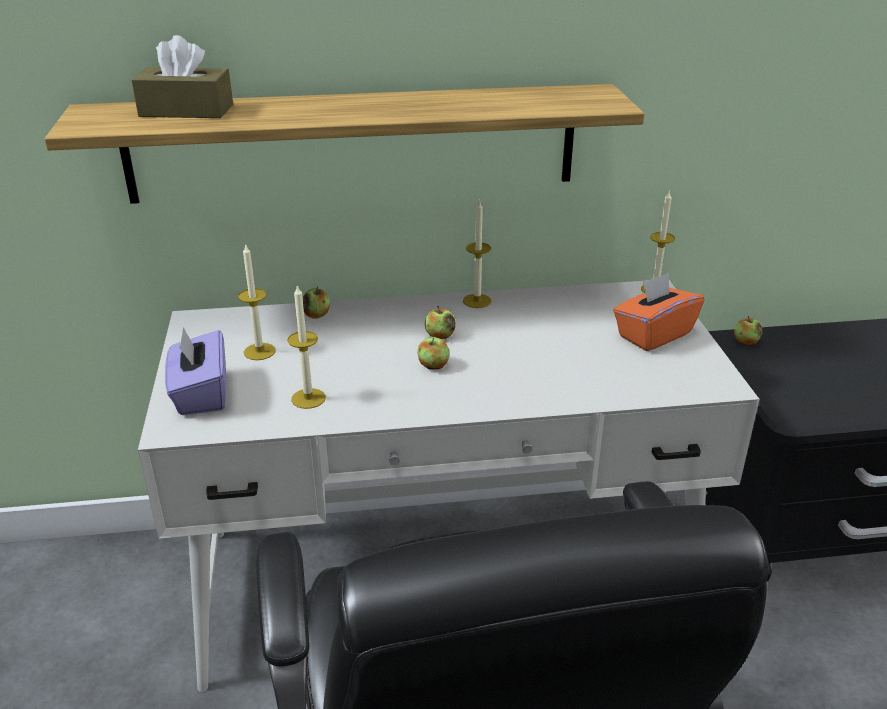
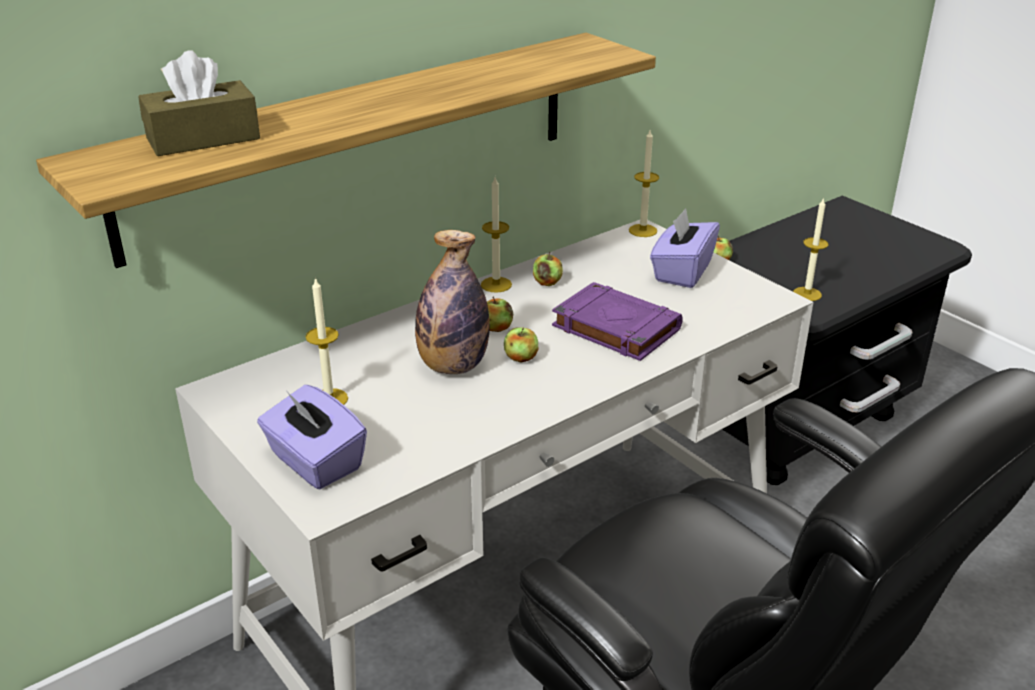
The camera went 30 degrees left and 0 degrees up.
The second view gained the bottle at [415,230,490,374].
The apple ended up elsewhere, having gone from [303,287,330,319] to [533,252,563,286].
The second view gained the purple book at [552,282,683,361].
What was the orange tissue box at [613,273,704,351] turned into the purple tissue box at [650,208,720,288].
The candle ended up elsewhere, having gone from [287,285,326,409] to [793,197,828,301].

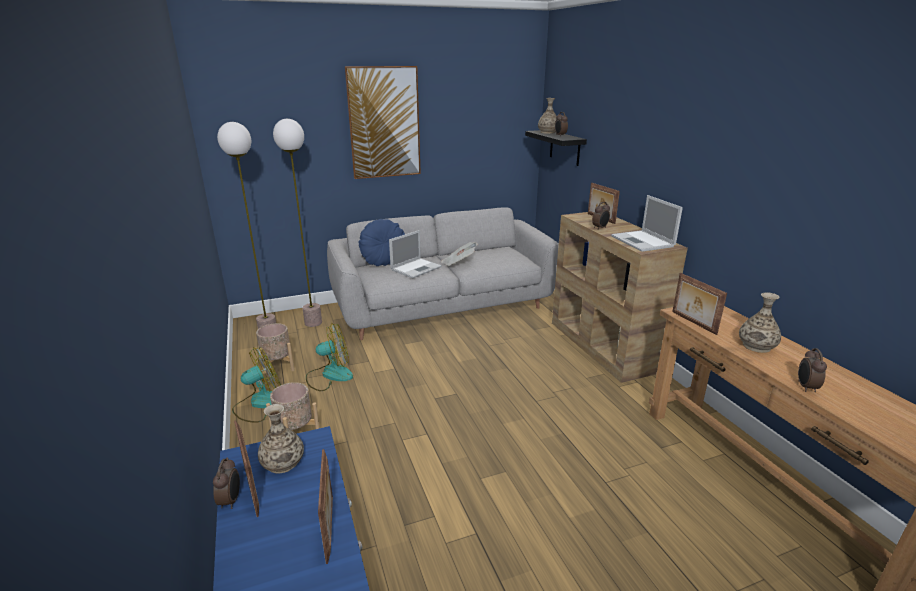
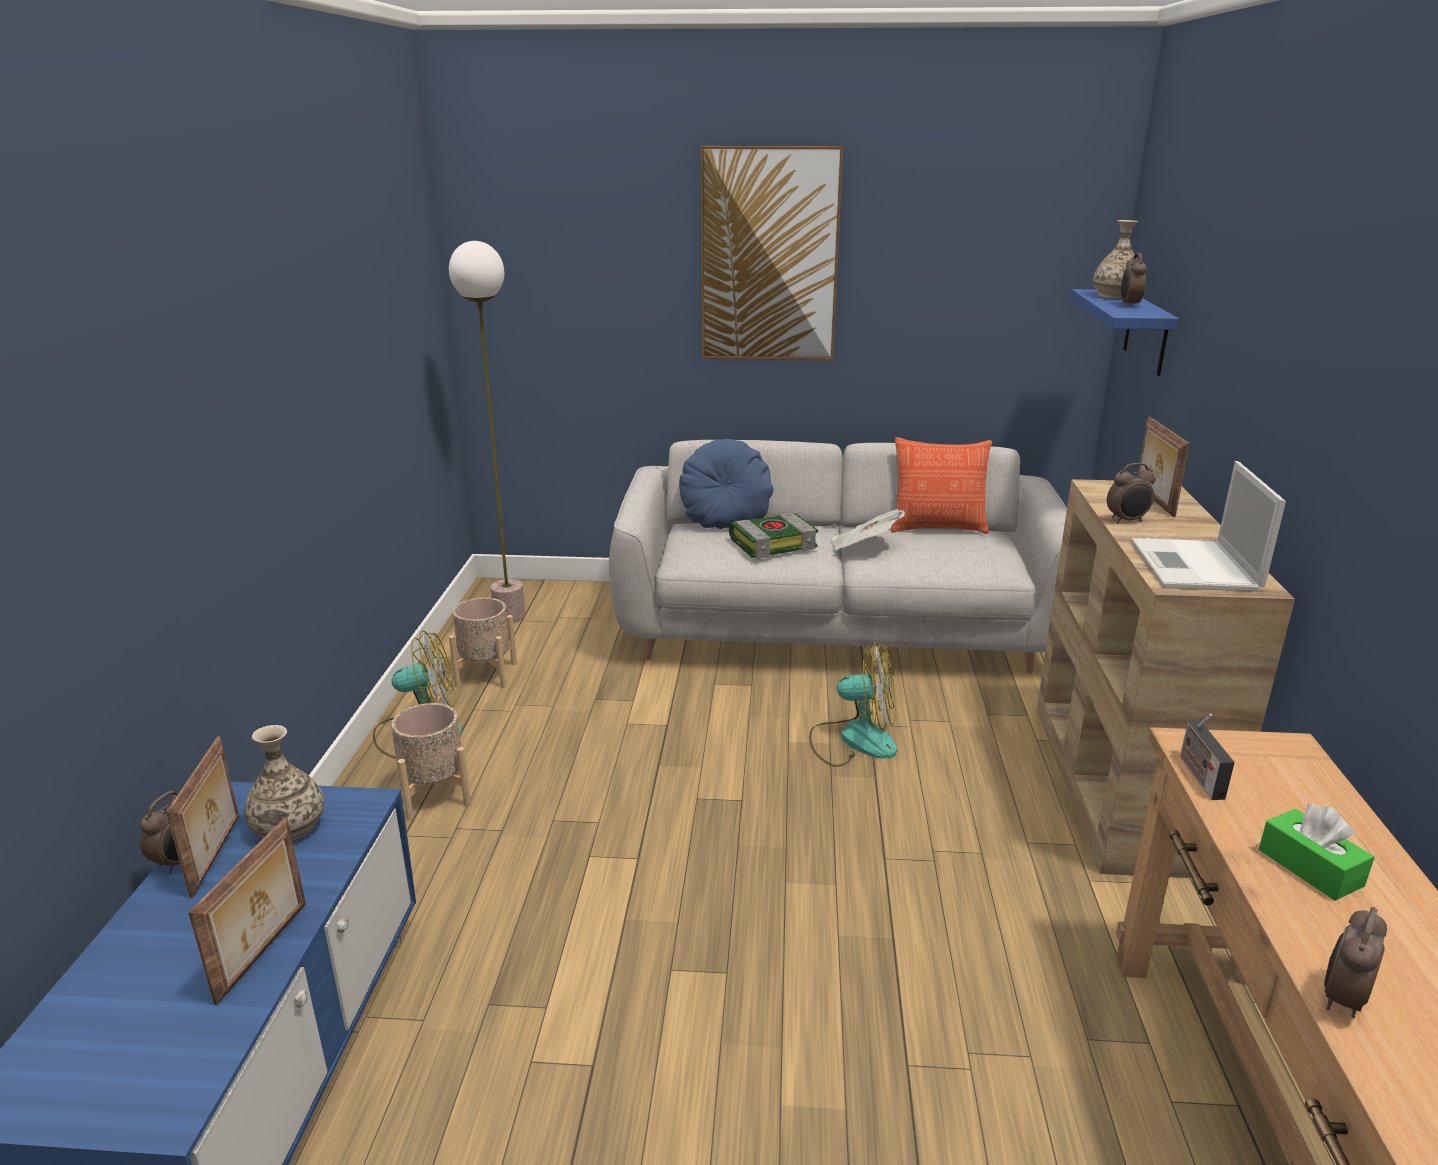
The camera went 25 degrees right and 0 degrees up.
Where the laptop stood at [389,230,442,278], the book came to stand at [729,513,818,559].
The fan ended up elsewhere, having gone from [306,323,353,391] to [809,642,897,767].
The second view gained the orange pillow at [891,437,992,534].
What was the black shelf at [525,130,587,166] turned into the blue shelf at [1070,289,1179,376].
Where the picture frame stood at [672,273,727,335], the radio came to stand at [1180,714,1235,800].
Where the vase stood at [739,292,781,353], the green tissue box came to stand at [1259,804,1375,901].
The second view lost the floor lamp at [273,119,322,327].

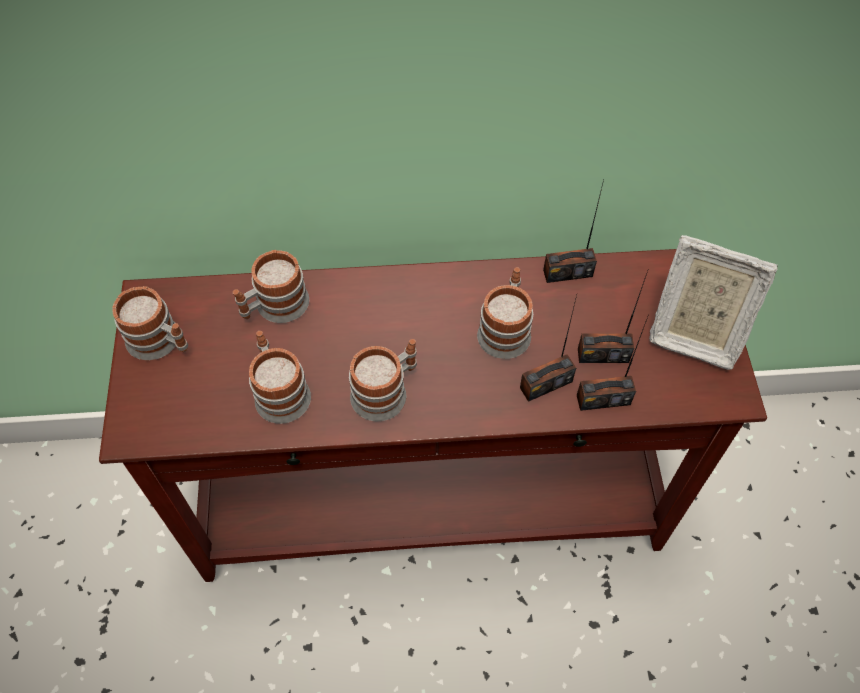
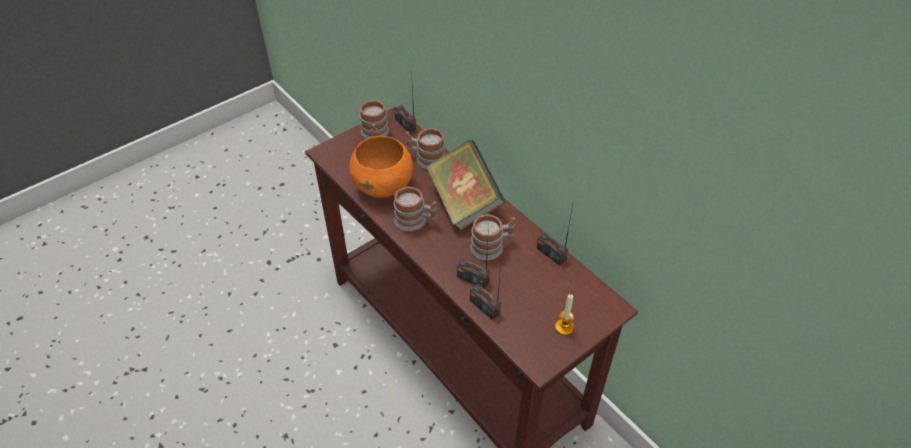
The camera went 55 degrees right and 10 degrees down.
Where the mug stood at [249,331,311,424], the orange bowl came to stand at [349,136,413,198].
The radio ended up elsewhere, having gone from [578,268,649,363] to [394,71,416,133].
The second view gained the book at [426,140,506,231].
Where the picture frame stood at [649,235,778,370], the candle came to stand at [555,294,574,335].

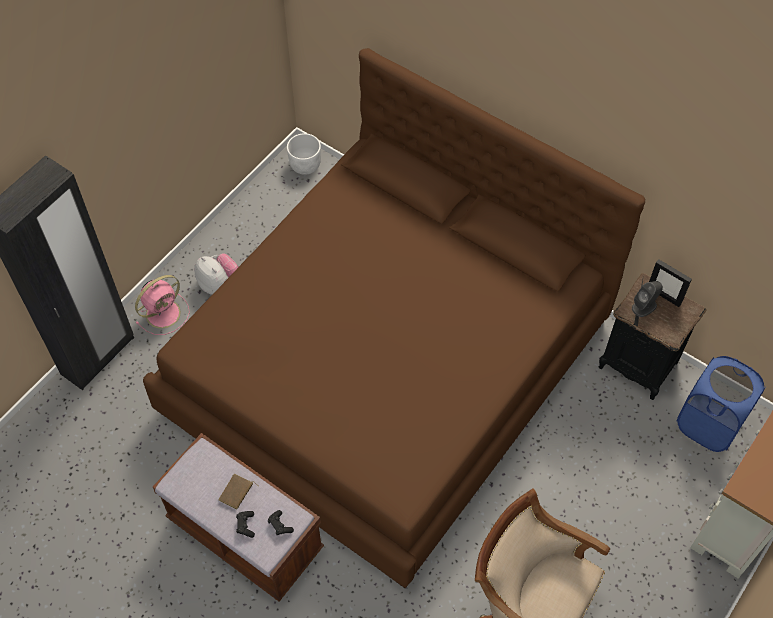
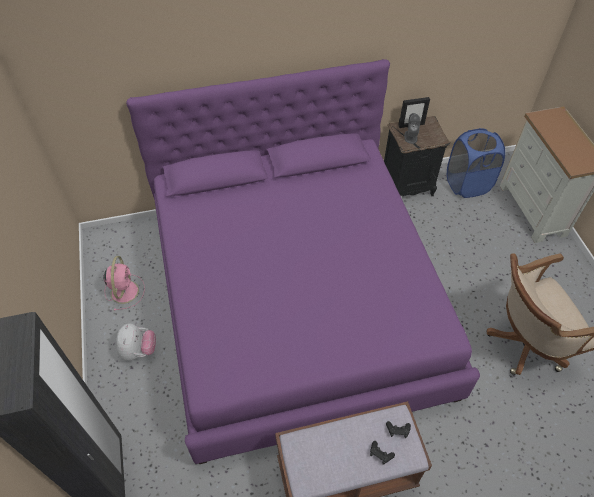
The camera went 50 degrees left and 5 degrees down.
The pink fan ended up elsewhere, having gone from [135,275,190,335] to [103,256,145,311].
The plush toy at [194,253,238,295] ended up facing another way, 90 degrees clockwise from before.
What was the brown bed at [143,48,645,588] turned into the purple bed at [126,59,480,464].
The second view lost the brown book at [219,474,258,510].
The second view lost the white planter at [287,133,321,175].

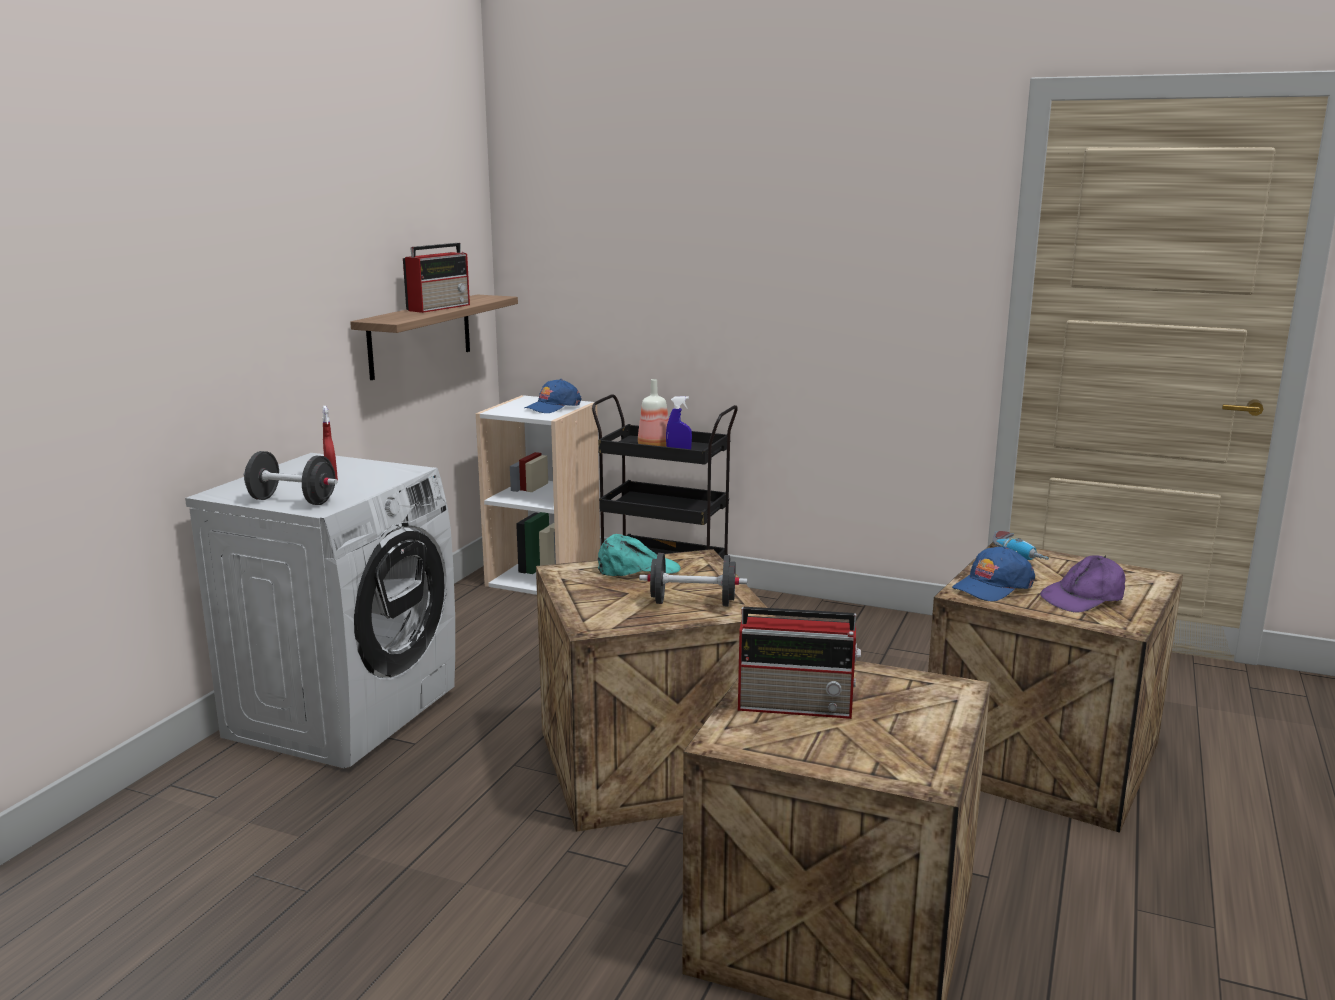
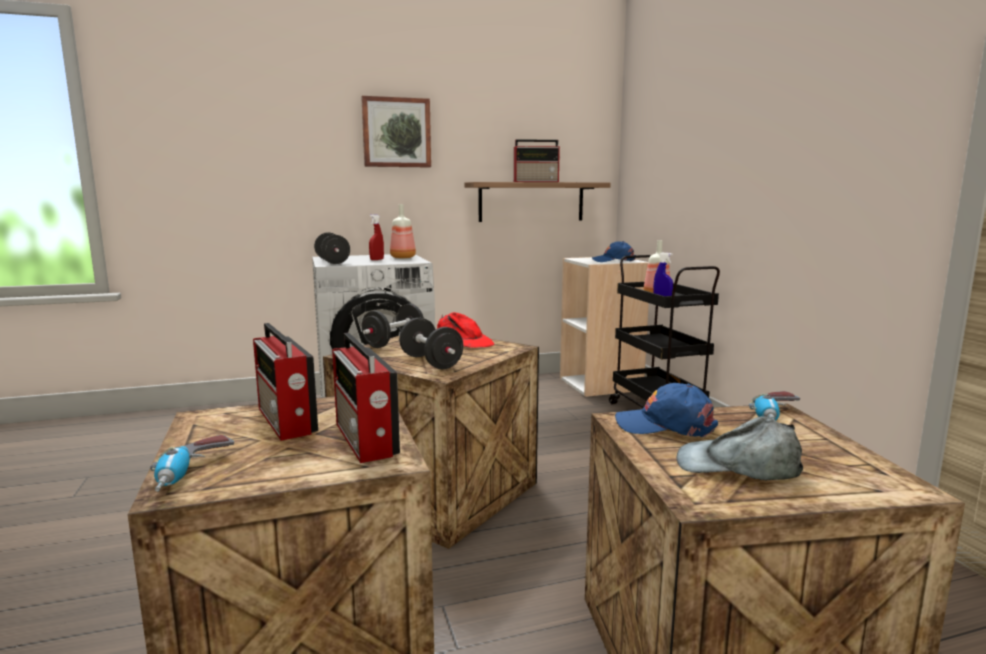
The camera went 50 degrees right and 5 degrees down.
The second view gained the power drill at [150,435,234,492].
The second view gained the radio at [332,333,400,463].
The second view gained the picture at [361,96,431,167].
The second view gained the black dumbbell at [362,304,424,348].
The second view gained the bottle at [390,204,416,258].
What was the turquoise cap at [598,534,681,576] turned into the red cap at [437,312,495,348].
What was the purple cap at [1040,556,1125,613] turned into the grey cap at [676,416,803,481].

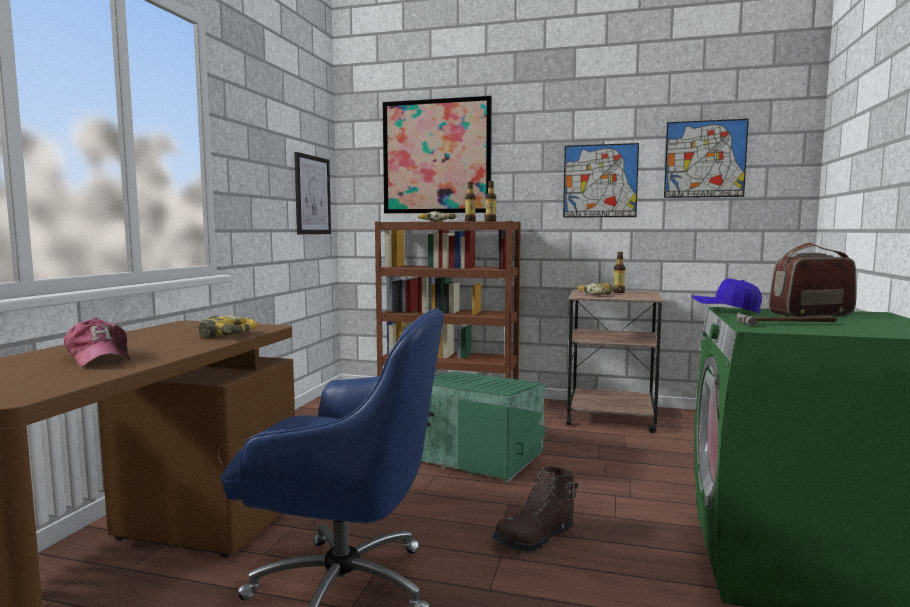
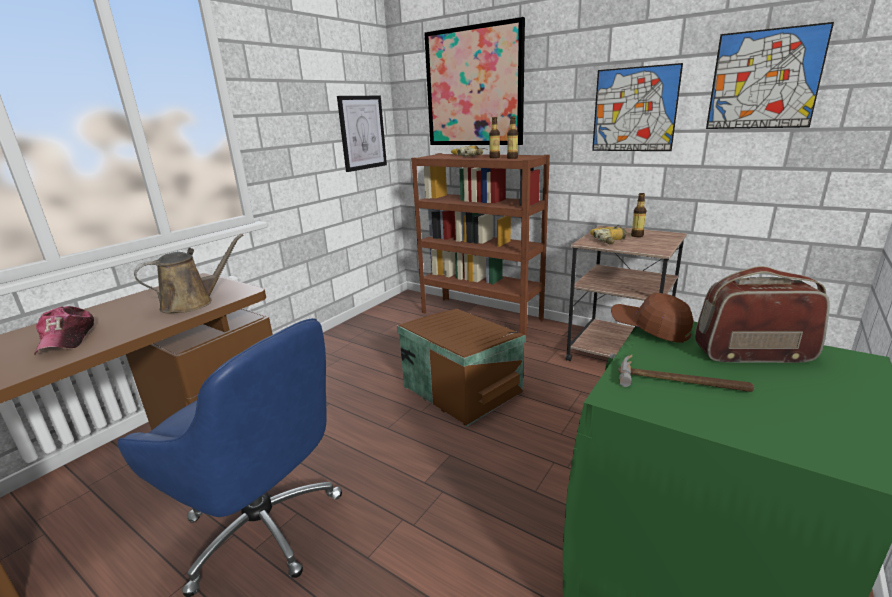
The camera went 20 degrees right and 15 degrees up.
Where the power drill stood at [187,315,258,338], the brown watering can came to stand at [134,234,243,314].
What was the green storage box at [421,371,546,482] turned into the brown storage box at [397,309,526,427].
What was the blue cap at [692,278,762,313] turned into the brown cap at [611,293,693,343].
The second view lost the brown boot at [492,467,578,553].

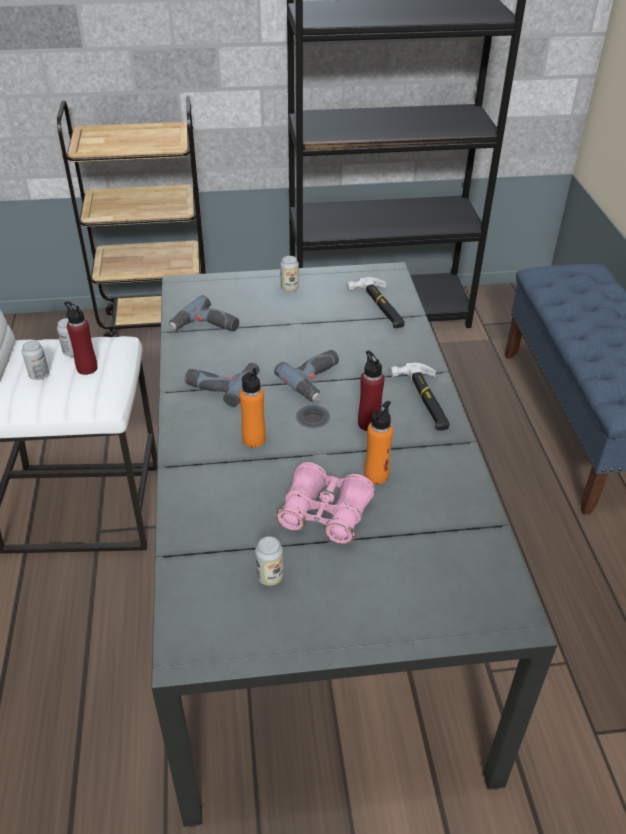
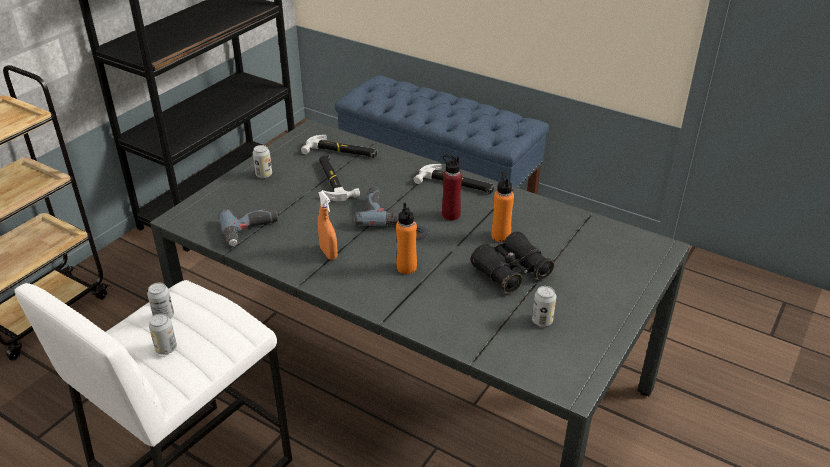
The camera went 50 degrees left and 5 degrees down.
Where the power drill stood at [185,363,260,407], the orange spray bottle came to stand at [318,191,338,260].
The second view gained the hammer at [319,156,360,201].
What was the pink binoculars at [276,462,374,544] turned into the black binoculars at [471,231,555,293].
The second view lost the red bottle at [64,301,98,375].

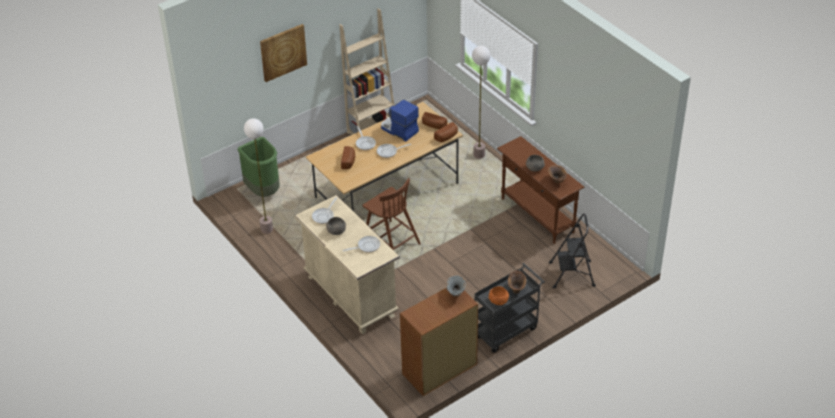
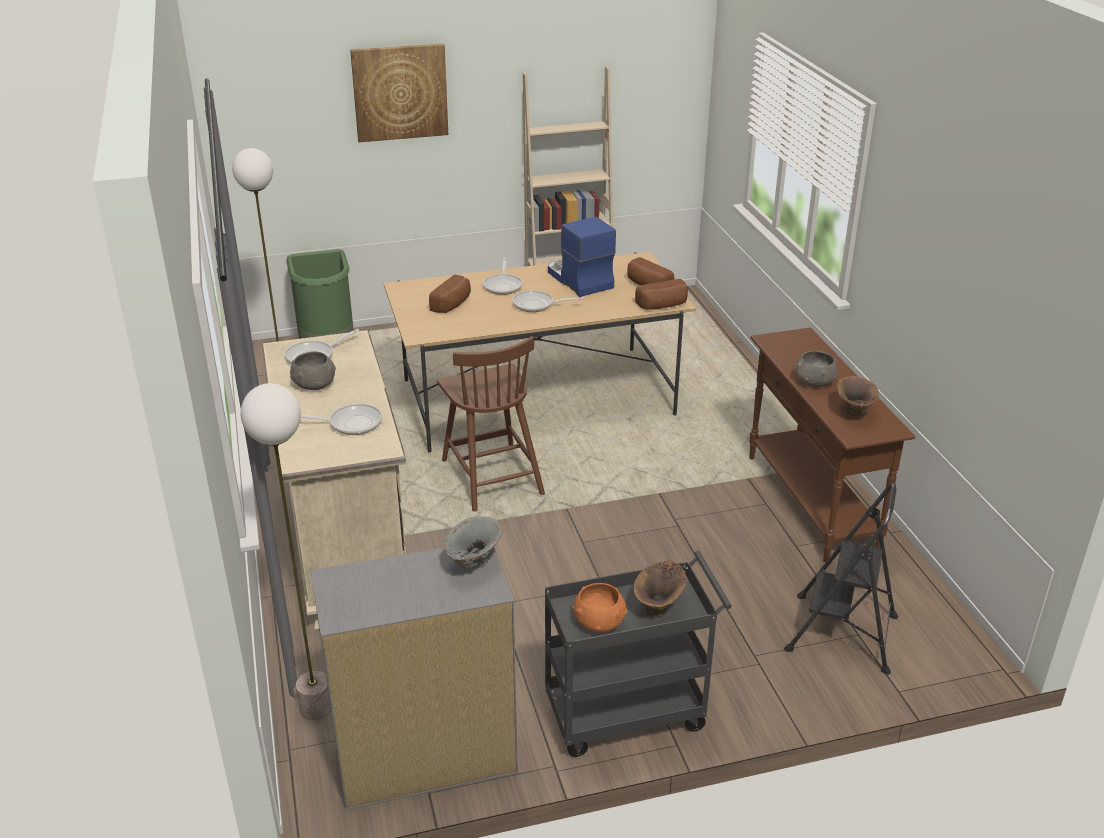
The camera went 20 degrees right and 10 degrees down.
The floor lamp ended up elsewhere, having gone from [472,46,490,159] to [241,383,331,720].
What was the brown cabinet at [400,288,478,396] turned into the grey cabinet at [311,547,518,810].

